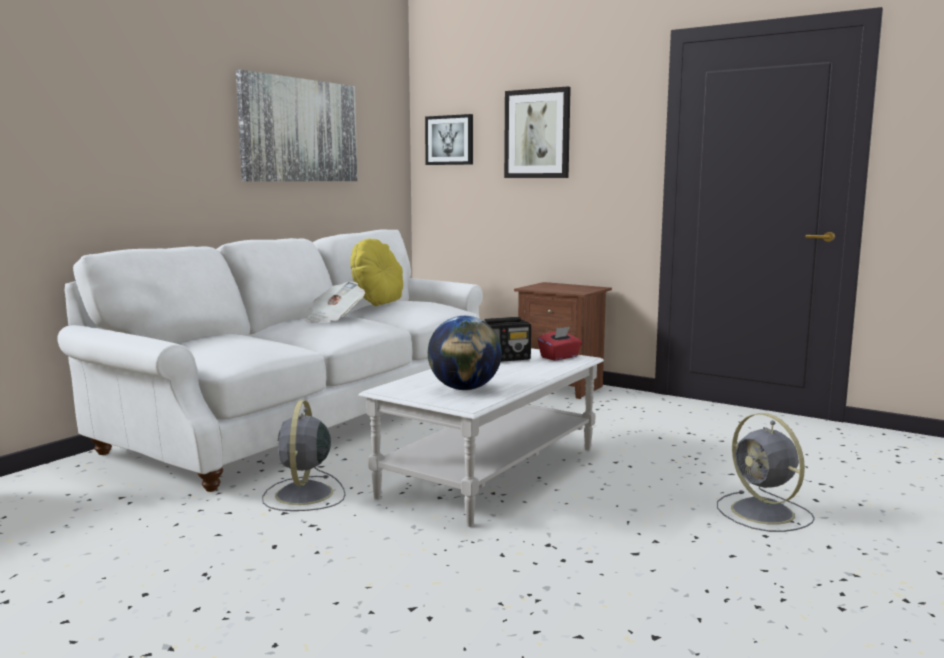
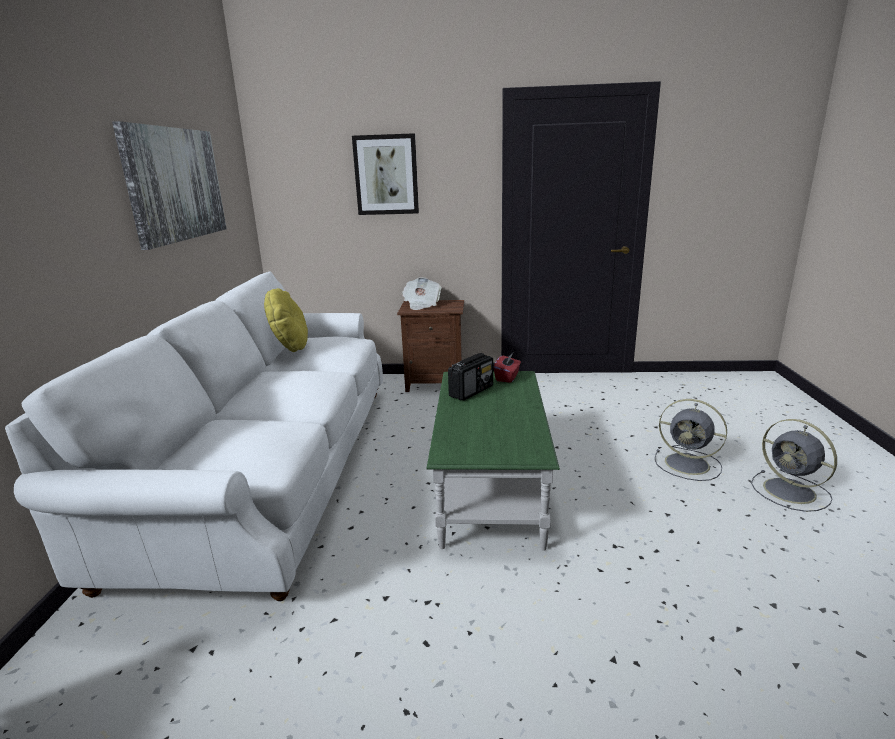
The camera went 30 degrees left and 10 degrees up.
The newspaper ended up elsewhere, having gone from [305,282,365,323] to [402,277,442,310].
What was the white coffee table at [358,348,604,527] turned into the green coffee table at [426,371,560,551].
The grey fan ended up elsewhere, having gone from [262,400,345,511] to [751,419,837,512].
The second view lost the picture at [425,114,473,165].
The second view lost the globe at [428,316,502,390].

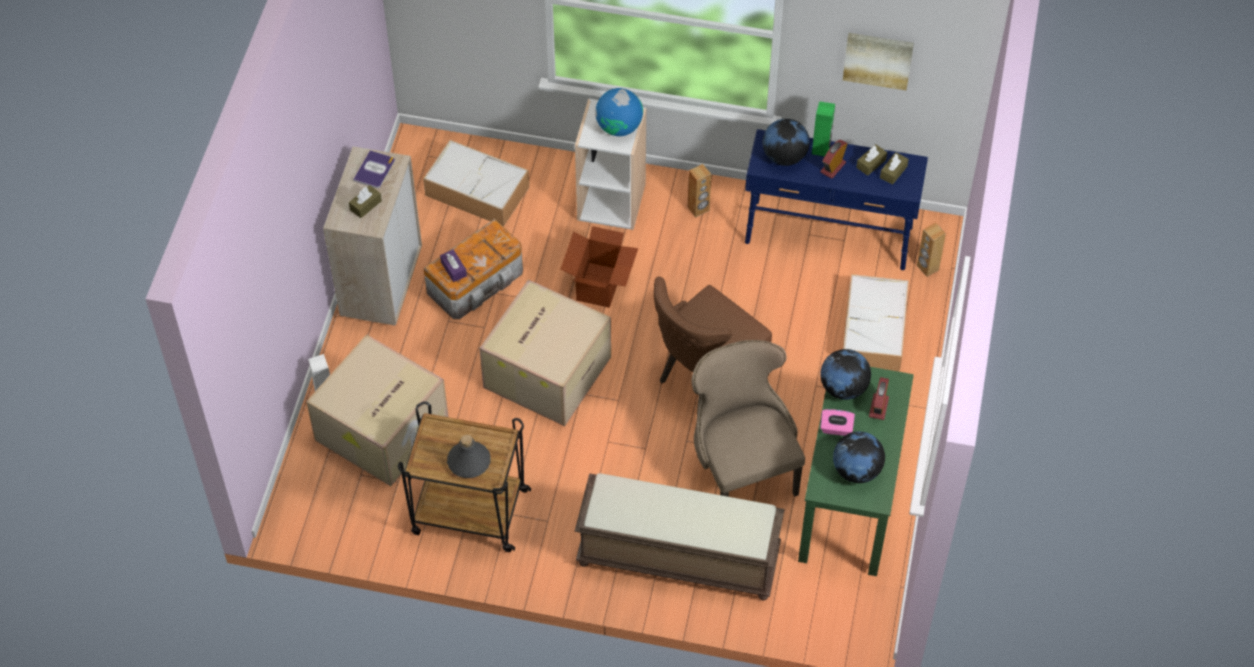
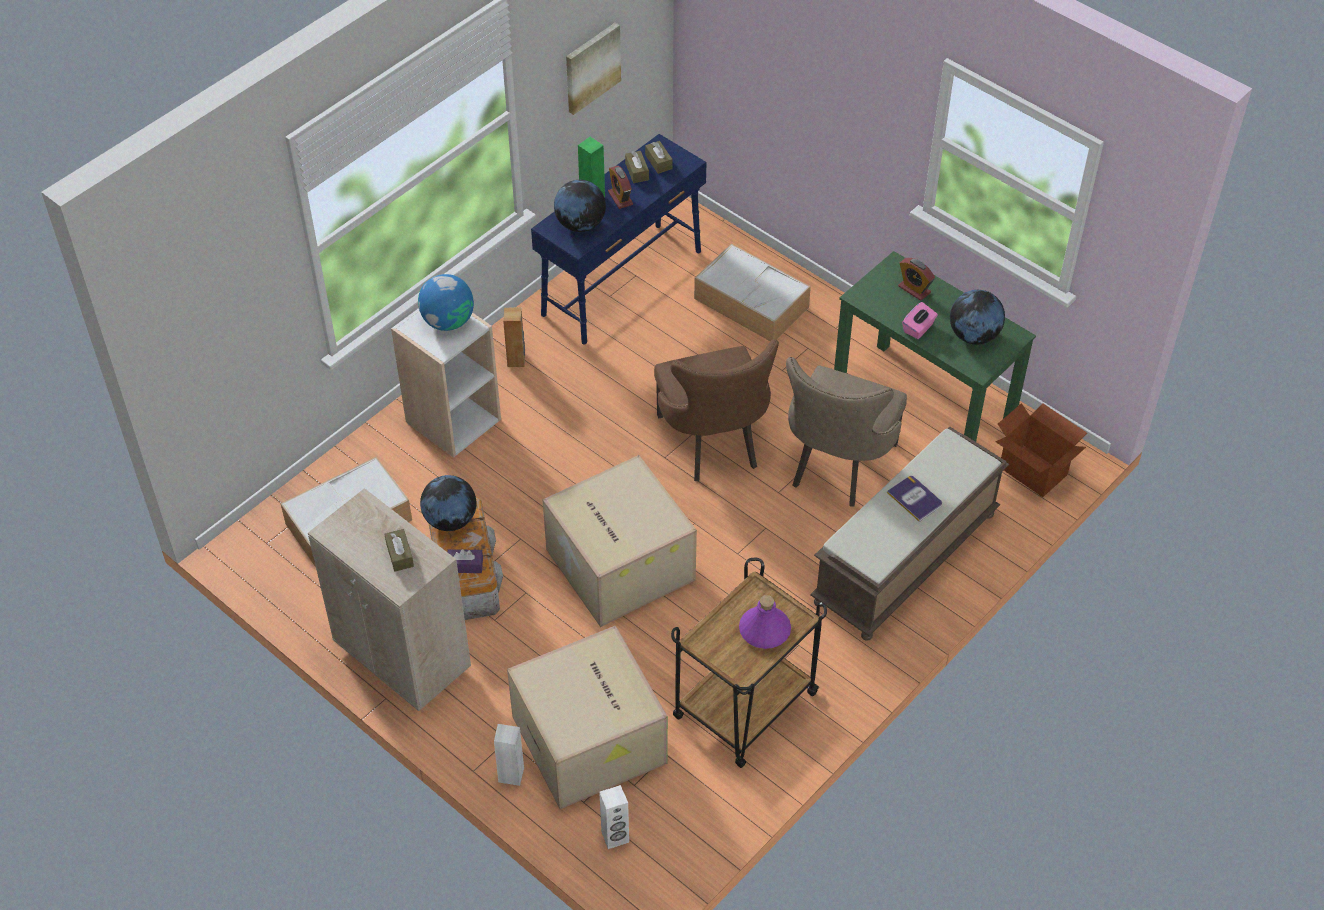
The camera went 60 degrees left and 5 degrees down.
The globe ended up elsewhere, having gone from [820,349,871,400] to [420,475,476,531].
The second view gained the white speaker at [599,785,629,849].
What was the grey bottle at [447,435,491,478] turned into the purple bottle at [739,595,791,649].
The beige chair at [692,340,805,497] ended up facing another way, 75 degrees counterclockwise from before.
The book ended up elsewhere, having gone from [353,150,395,188] to [887,476,942,522].
The cardboard box ended up elsewhere, having gone from [560,226,638,308] to [996,403,1087,497].
The second view lost the brown speaker at [917,223,946,277].

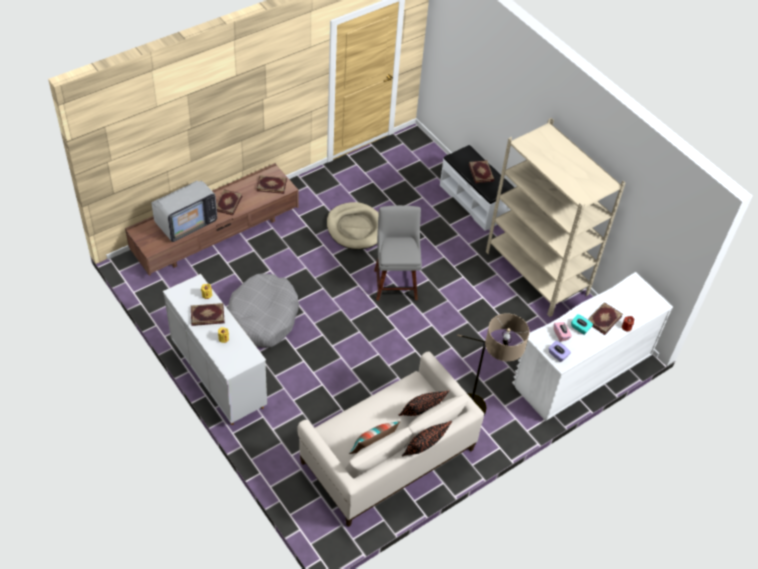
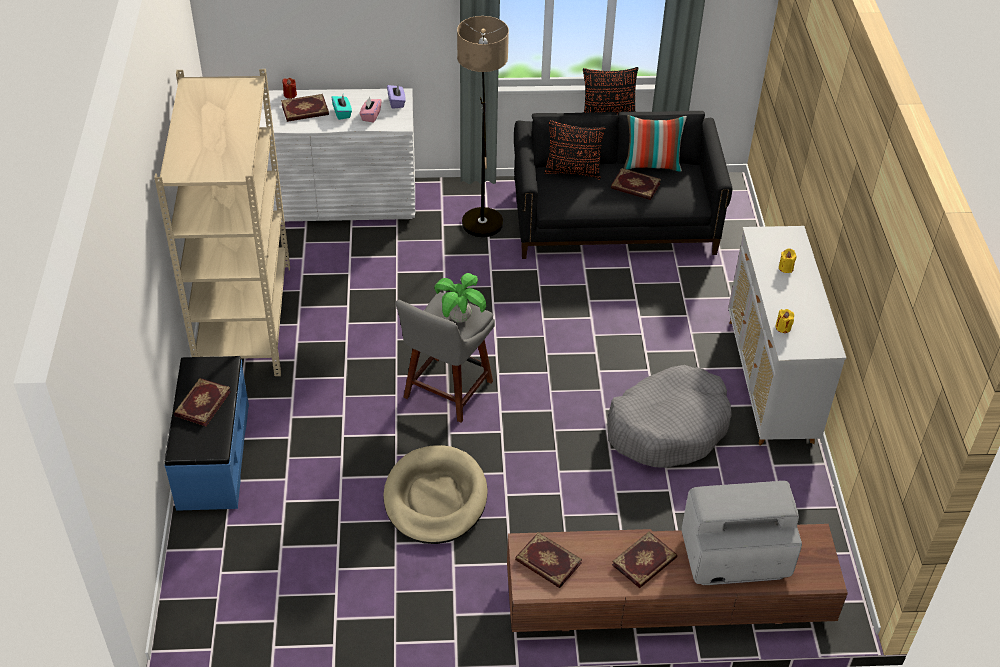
The camera went 145 degrees left and 5 degrees down.
What was the white bench at [440,145,515,231] turned into the blue bench at [165,356,249,511].
The second view gained the potted plant at [434,273,486,323].
What was the beige sofa at [297,351,484,527] turned into the black sofa at [514,111,732,259].
The book ended up elsewhere, having gone from [191,303,225,326] to [611,168,661,200].

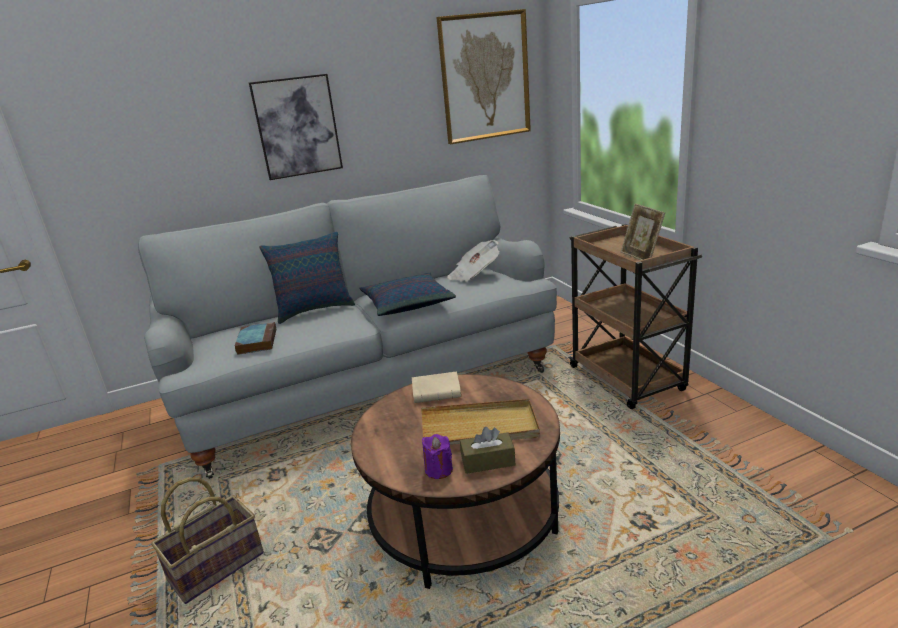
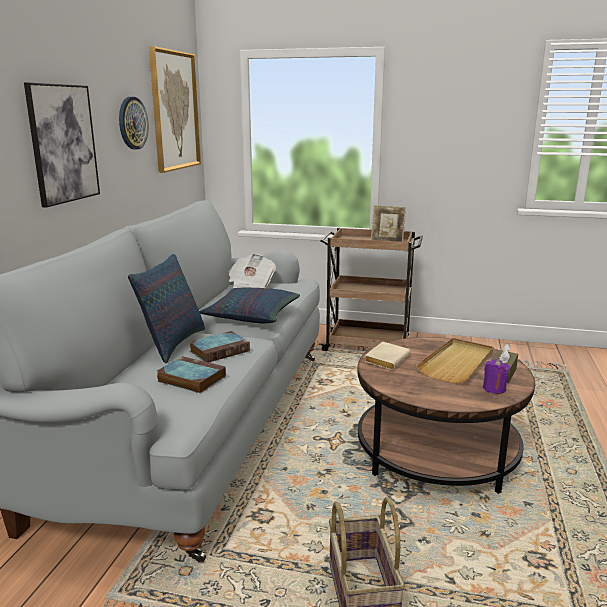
The camera went 55 degrees left and 5 degrees down.
The second view gained the wall clock at [119,97,148,150].
The second view gained the book at [189,331,250,362].

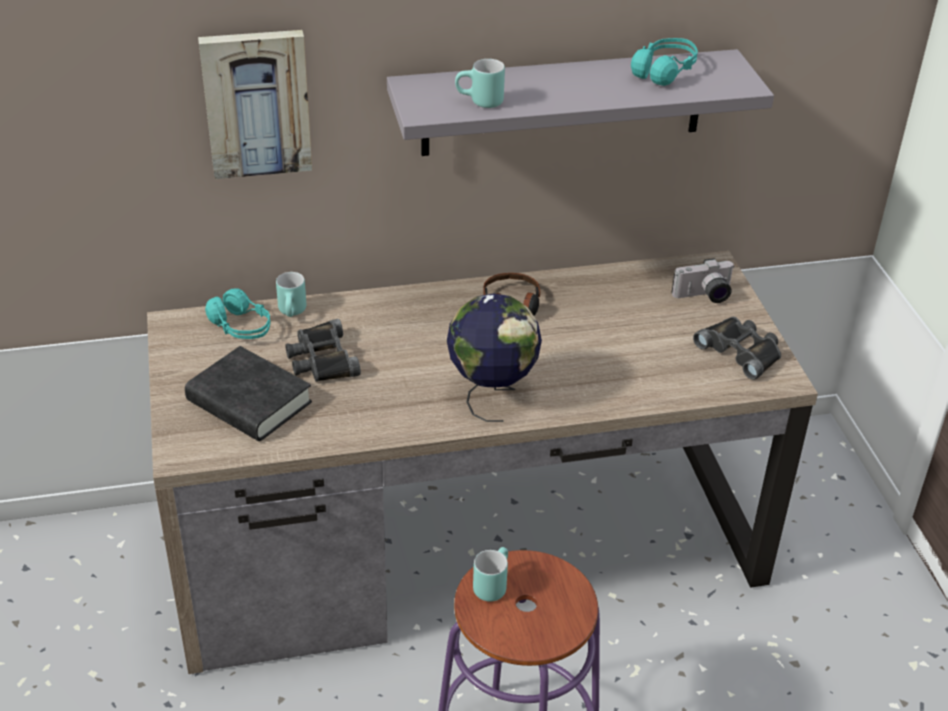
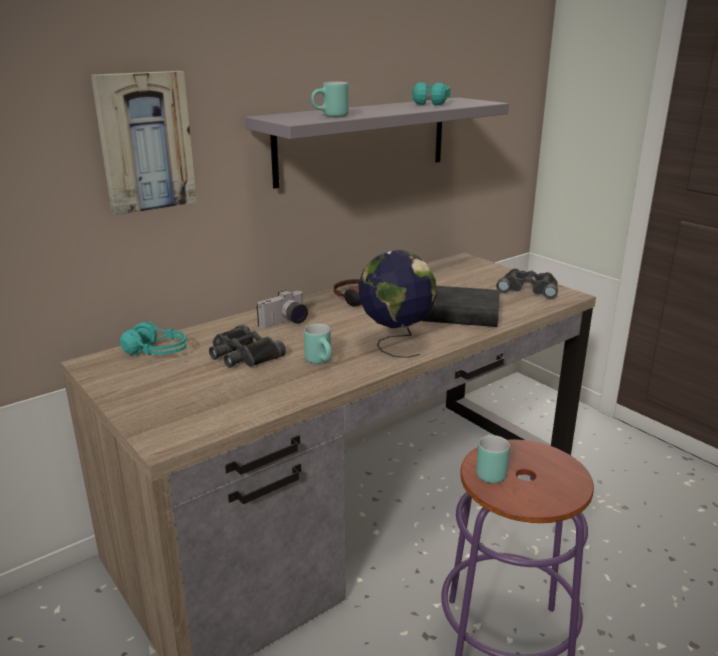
The camera went 25 degrees left and 15 degrees down.
The photo camera ended up elsewhere, having gone from [671,258,735,303] to [257,290,308,329].
The turquoise mug ended up elsewhere, having gone from [276,272,306,317] to [304,324,332,364].
The black book ended up elsewhere, having gone from [185,346,312,441] to [422,286,500,327].

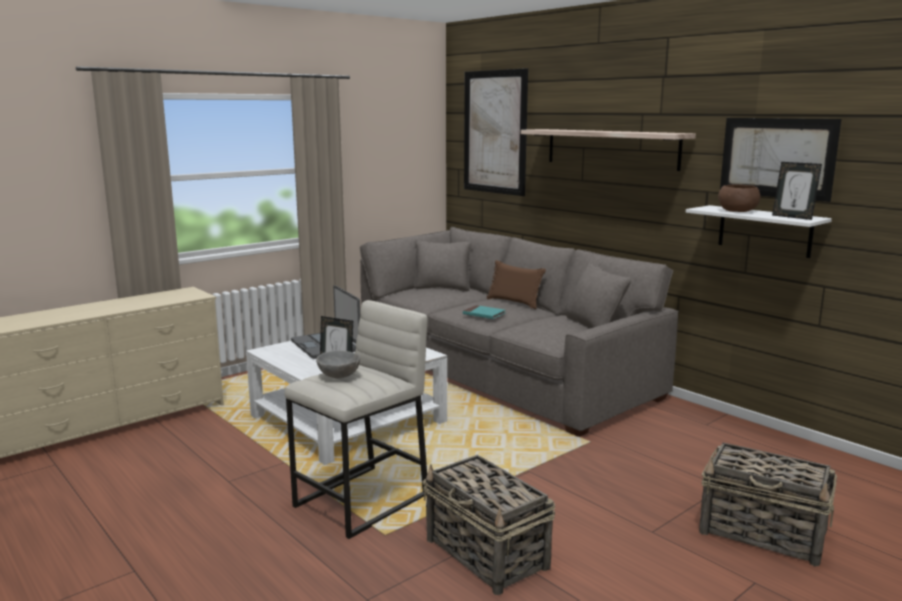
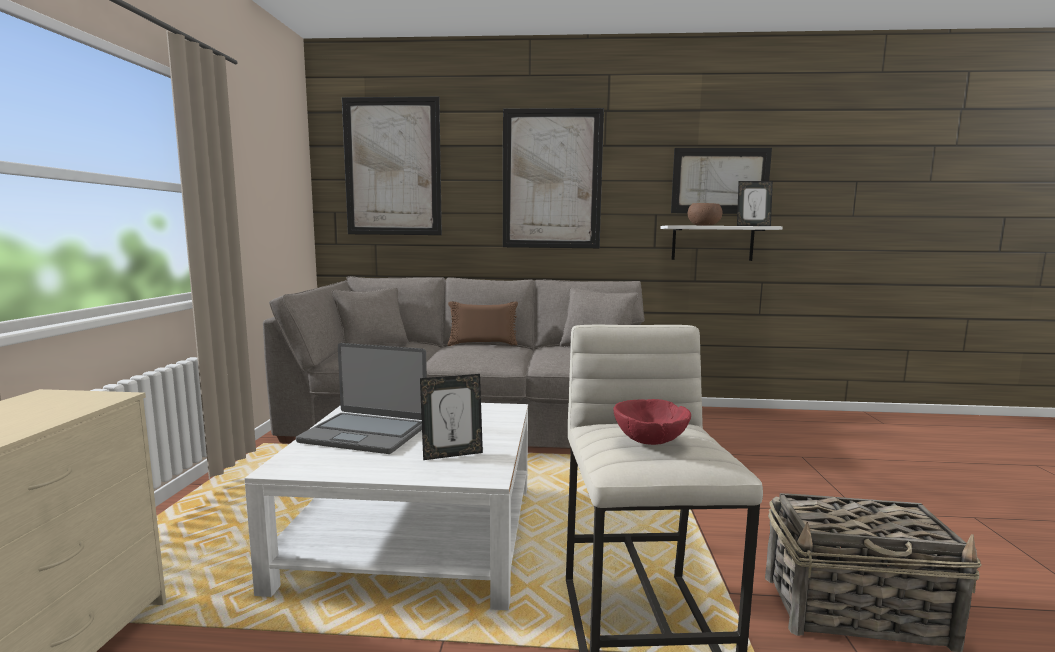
The camera went 45 degrees left and 5 degrees down.
Where the shelf hung at [521,129,696,171], the picture came to hang at [503,108,604,248].
What was the grey bowl at [316,351,360,378] turned into the red bowl at [613,399,691,445].
The second view lost the turquoise book at [463,305,505,319].
The second view lost the basket at [699,443,837,567].

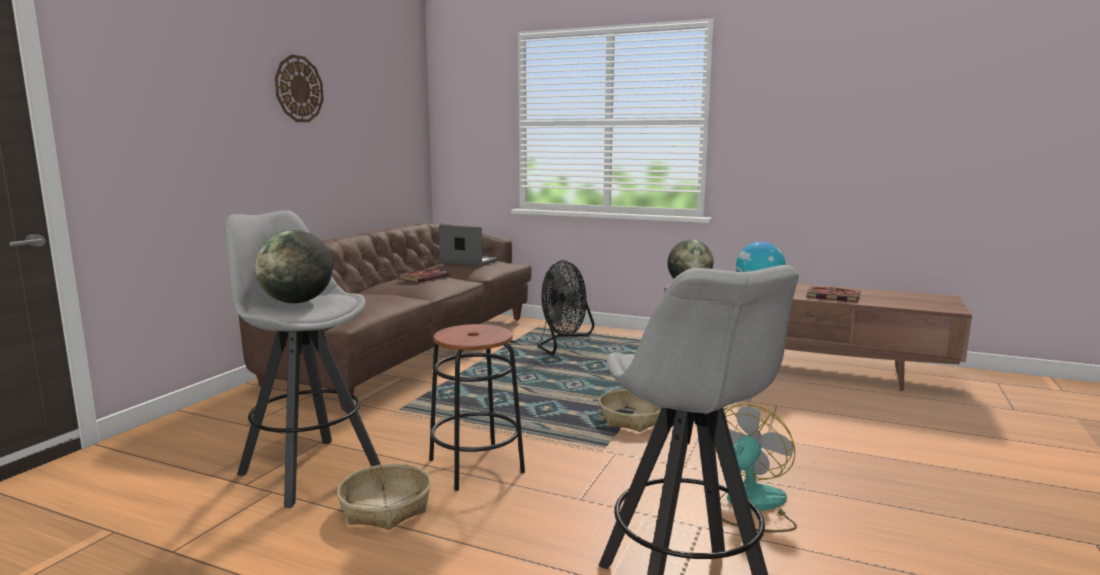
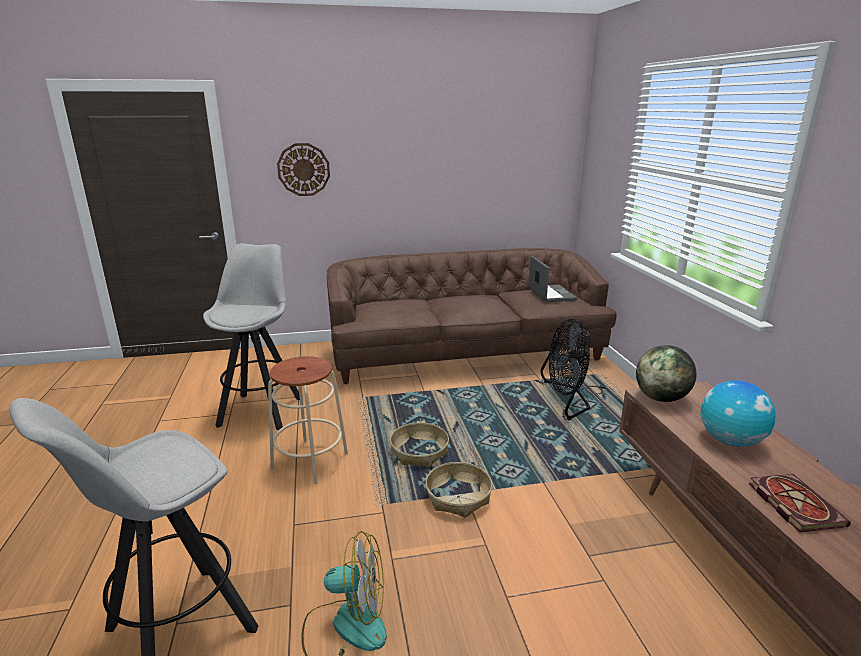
The camera went 55 degrees right and 10 degrees up.
What was the black stool at [429,324,525,491] turned into the beige stool at [268,356,348,484].
The wall clock ended up elsewhere, having gone from [275,54,324,122] to [277,143,330,196].
The basket ended up elsewhere, having gone from [337,464,431,530] to [390,422,449,467].
The black fan at [510,260,594,356] ended up facing another way, 90 degrees clockwise from before.
The second view lost the globe at [255,230,333,303].
The second view lost the book at [399,269,450,283].

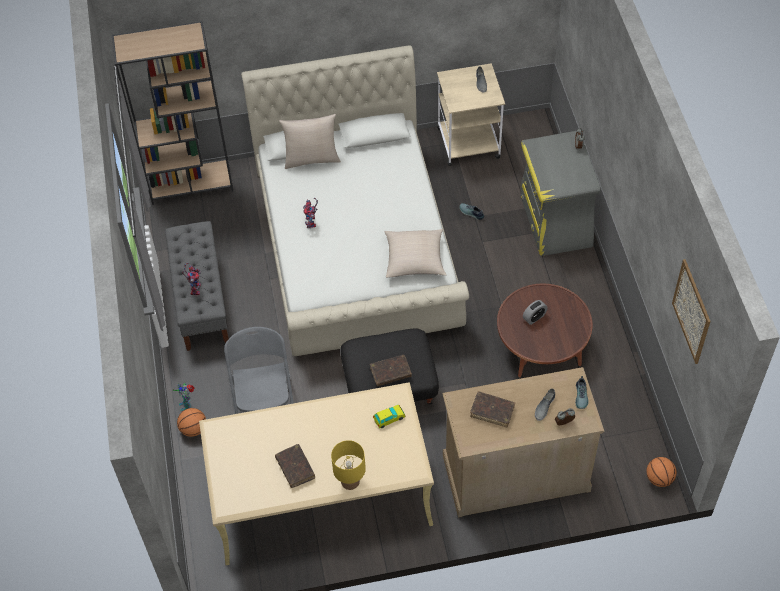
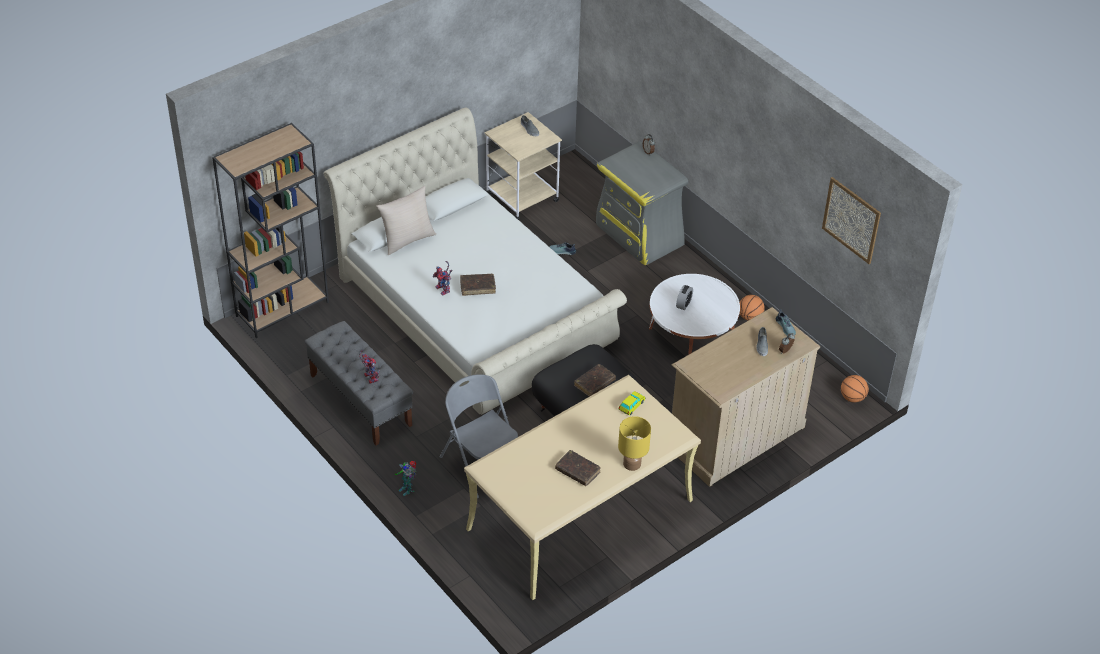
The camera went 30 degrees left and 10 degrees down.
The brown book ended up elsewhere, having gone from [470,391,515,427] to [460,274,496,296].
What was the brown coffee table at [497,284,592,377] turned into the white coffee table at [649,274,740,355].
The basketball ended up elsewhere, having gone from [177,408,206,437] to [740,295,765,320].
The second view lost the beige pillow at [384,229,446,278].

